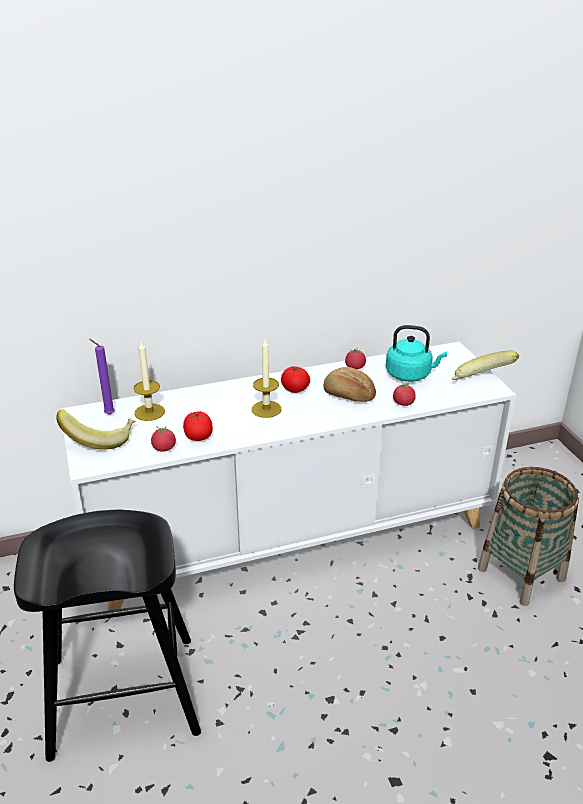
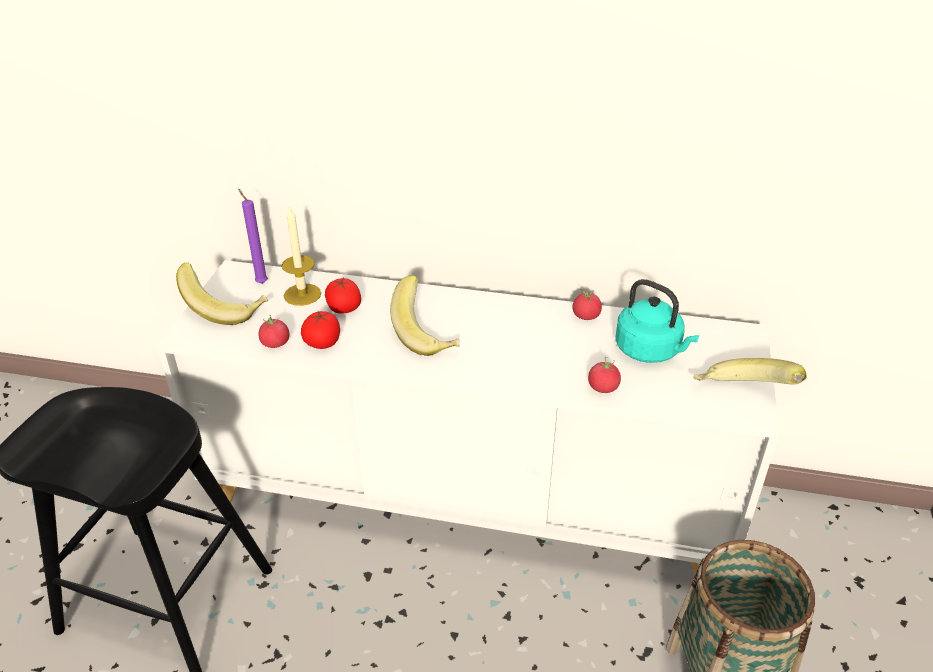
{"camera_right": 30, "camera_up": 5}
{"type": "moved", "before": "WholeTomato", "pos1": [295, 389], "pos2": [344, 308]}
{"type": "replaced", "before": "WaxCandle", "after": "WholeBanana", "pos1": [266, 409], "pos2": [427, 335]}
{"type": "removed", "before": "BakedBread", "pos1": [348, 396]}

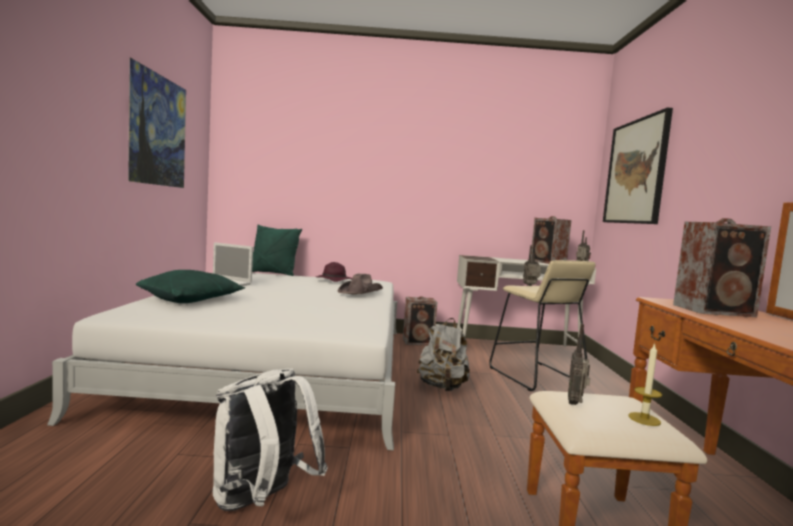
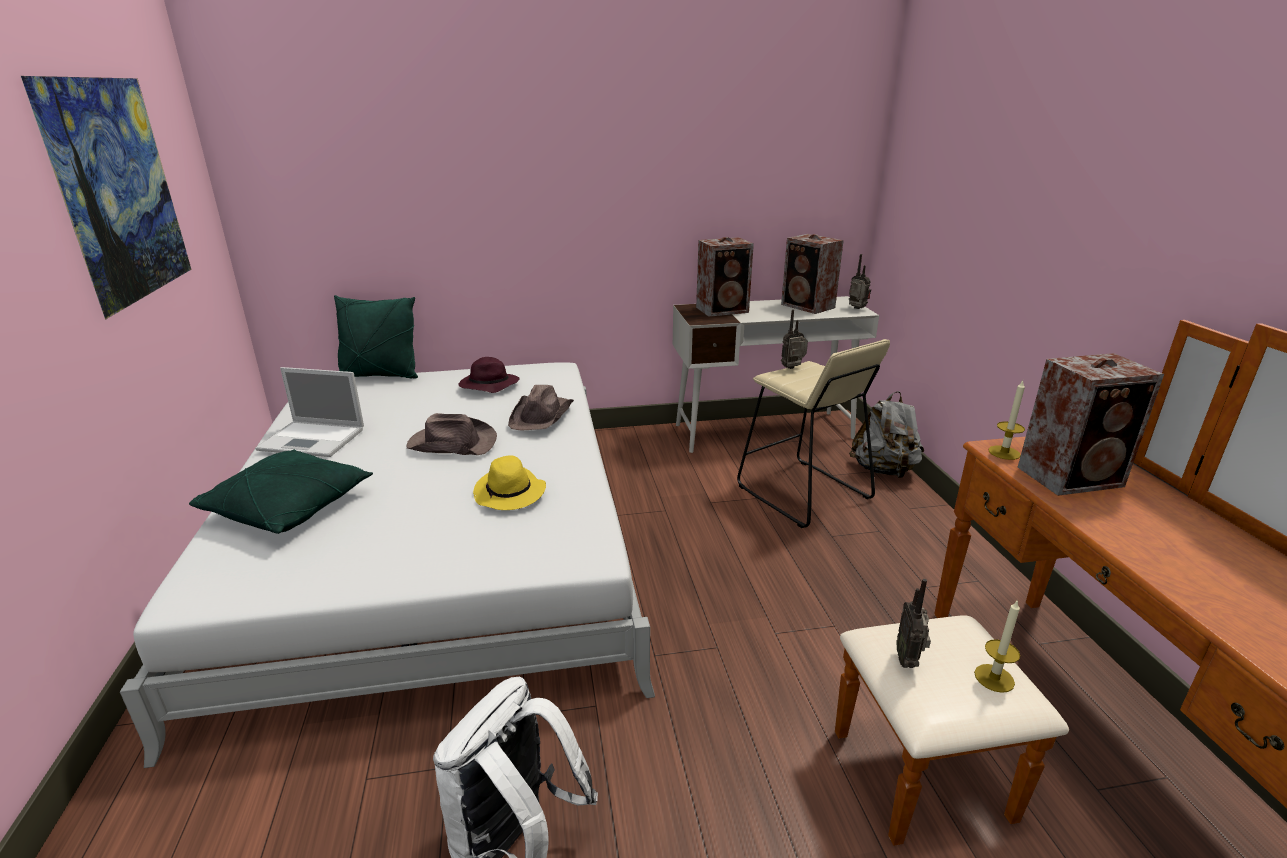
{"camera_right": -10, "camera_up": 20}
{"type": "added", "after": "BrownishWearableHat", "pos2": [451, 443]}
{"type": "added", "after": "YellowWearableHat", "pos2": [510, 494]}
{"type": "moved", "before": "Loudspeaker", "pos1": [419, 342], "pos2": [724, 310]}
{"type": "moved", "before": "GrayBackpack", "pos1": [442, 387], "pos2": [884, 470]}
{"type": "added", "after": "WaxCandle", "pos2": [1004, 452]}
{"type": "removed", "before": "WallPicture", "pos1": [636, 172]}

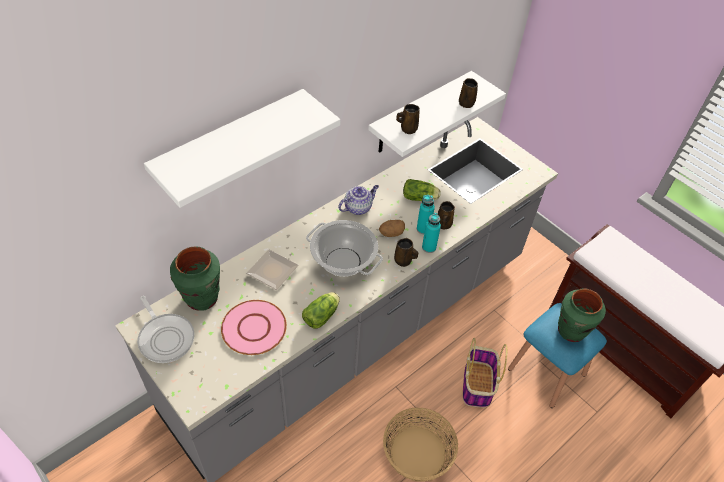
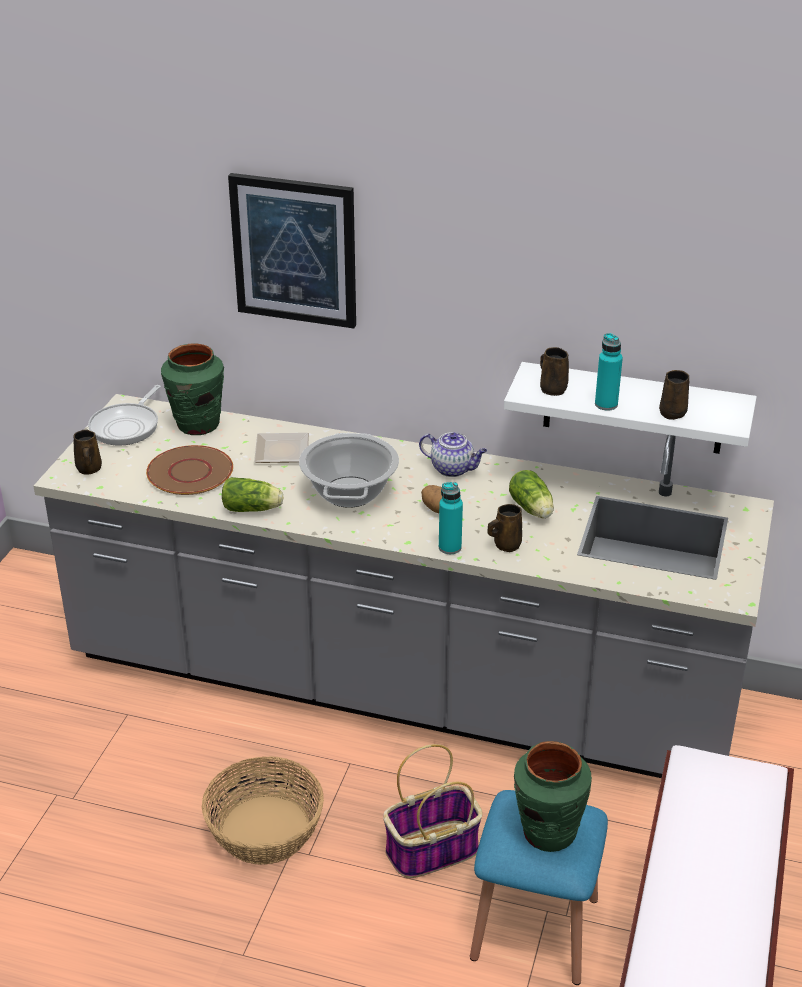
{"camera_right": 60, "camera_up": -15}
{"type": "moved", "before": "BrownishCoffeeMug", "pos1": [404, 261], "pos2": [89, 469]}
{"type": "recoloured", "before": "PinkColouredDinnerPlate", "after": "BrownishDinnerPlate", "pos1": [254, 328], "pos2": [189, 472]}
{"type": "replaced", "before": "WhitishShelf", "after": "WallPicture", "pos1": [231, 144], "pos2": [294, 250]}
{"type": "moved", "before": "TurquoiseColouredBottle", "pos1": [423, 229], "pos2": [606, 404]}

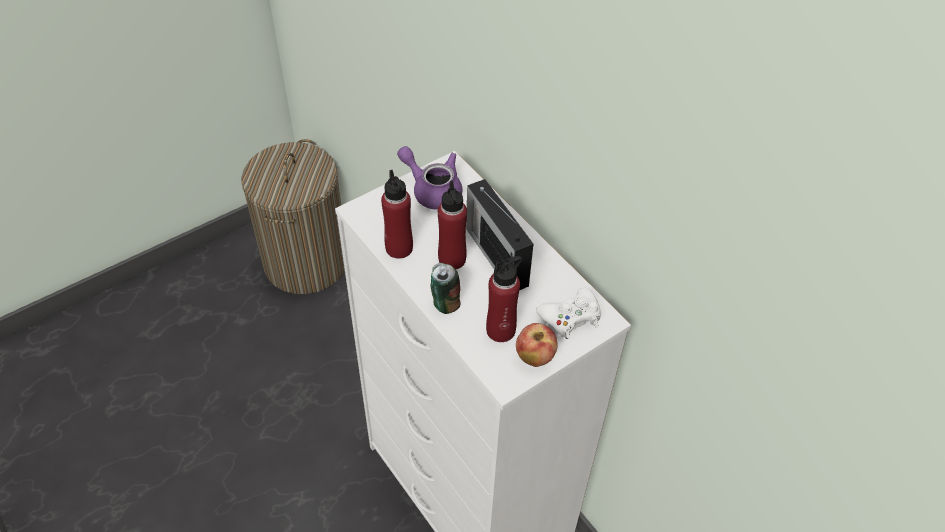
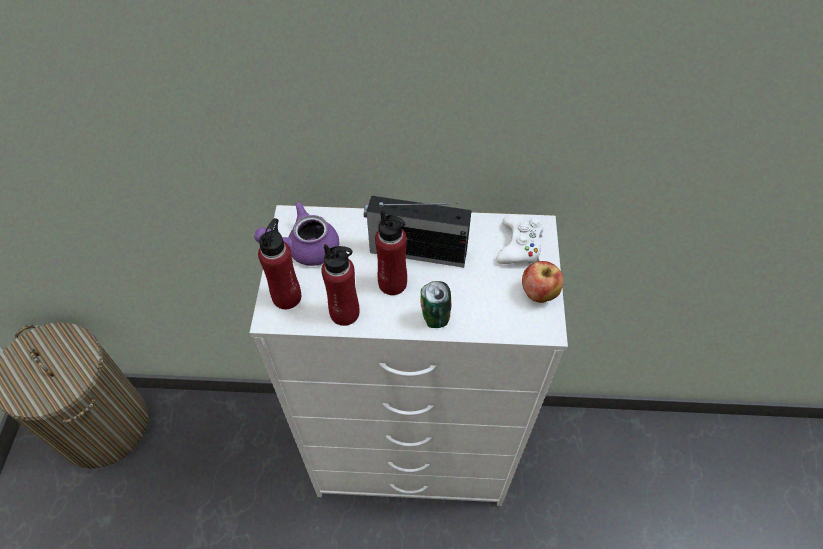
{"camera_right": -50, "camera_up": 5}
{"type": "moved", "before": "ReddishBottle", "pos1": [501, 330], "pos2": [287, 297]}

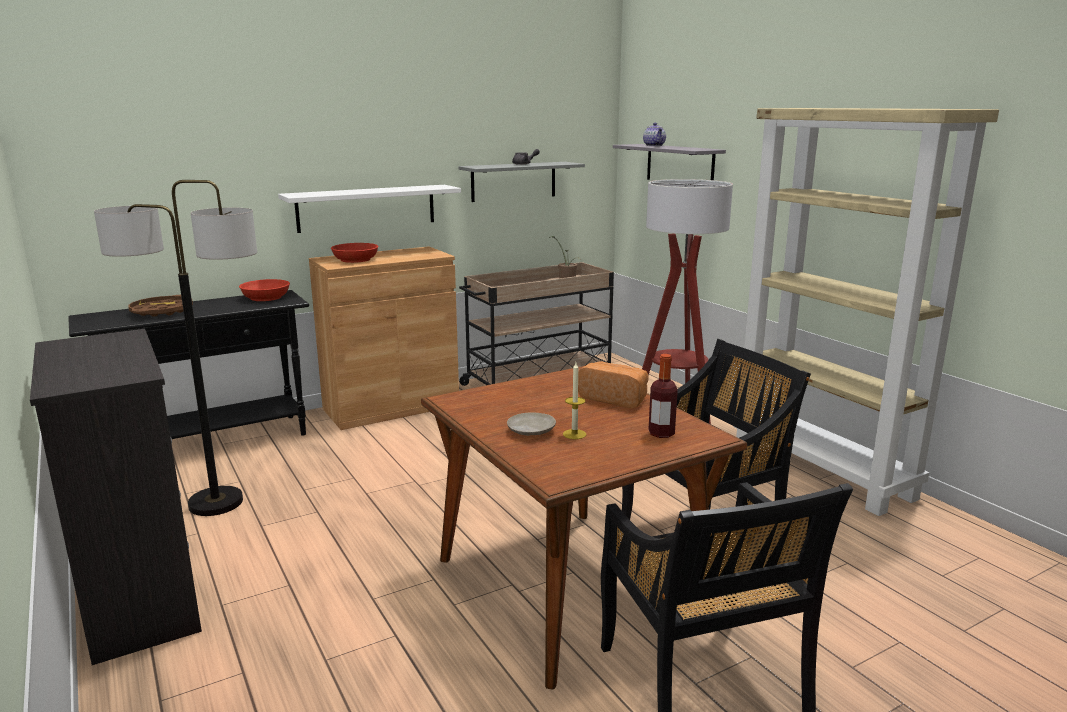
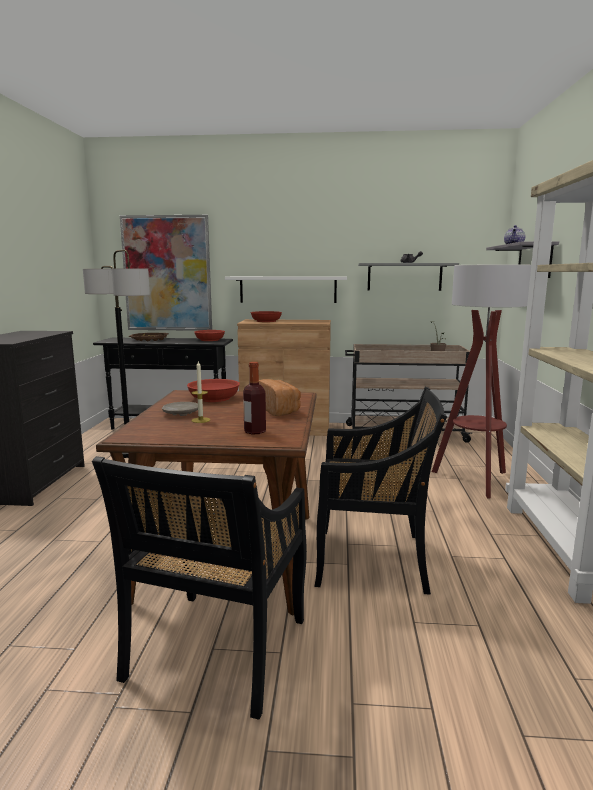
{"camera_right": 35, "camera_up": -5}
{"type": "added", "after": "WallPicture", "pos2": [167, 274]}
{"type": "added", "after": "ReddishServingBowl", "pos2": [213, 398]}

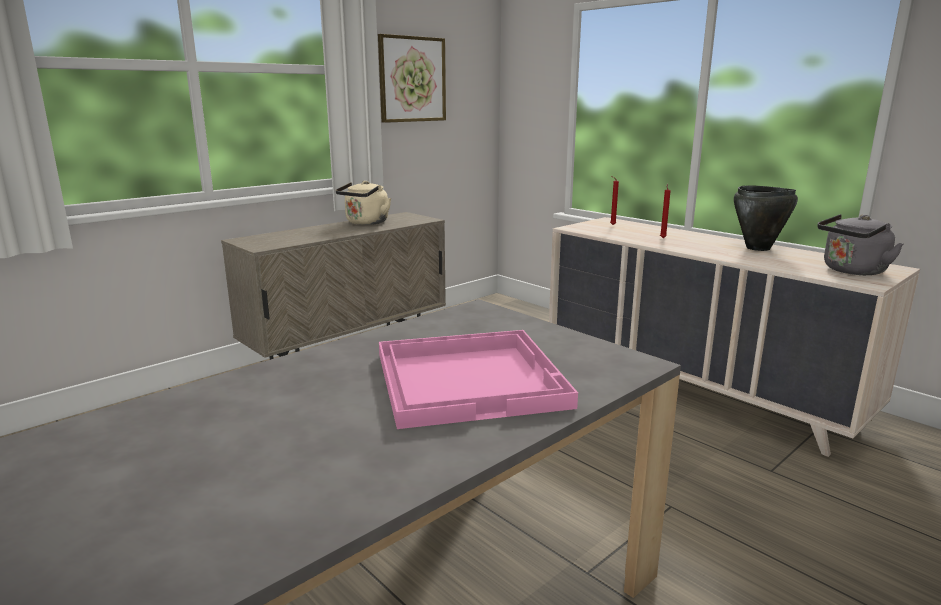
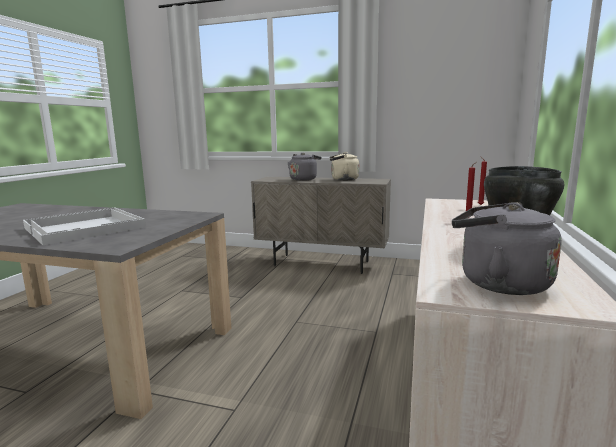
{"camera_right": 60, "camera_up": -5}
{"type": "recoloured", "before": "PinkColouredTray", "after": "WhitishTray", "pos1": [470, 378], "pos2": [86, 227]}
{"type": "added", "after": "GrayKettle", "pos2": [304, 179]}
{"type": "removed", "before": "WallPicture", "pos1": [412, 79]}

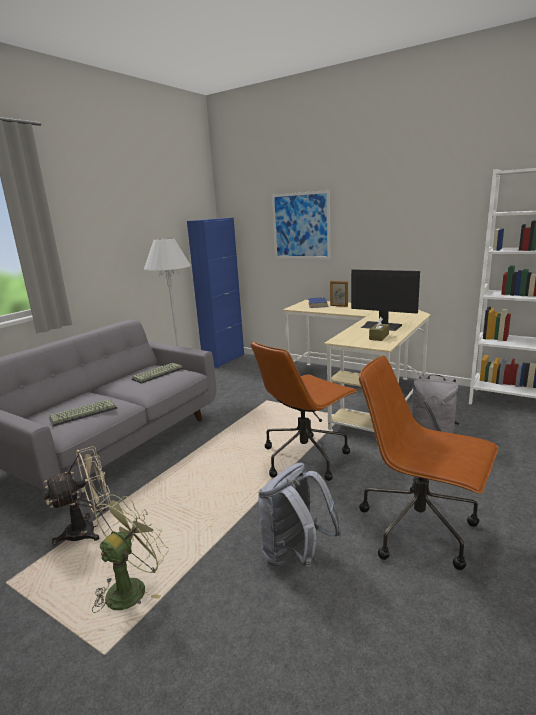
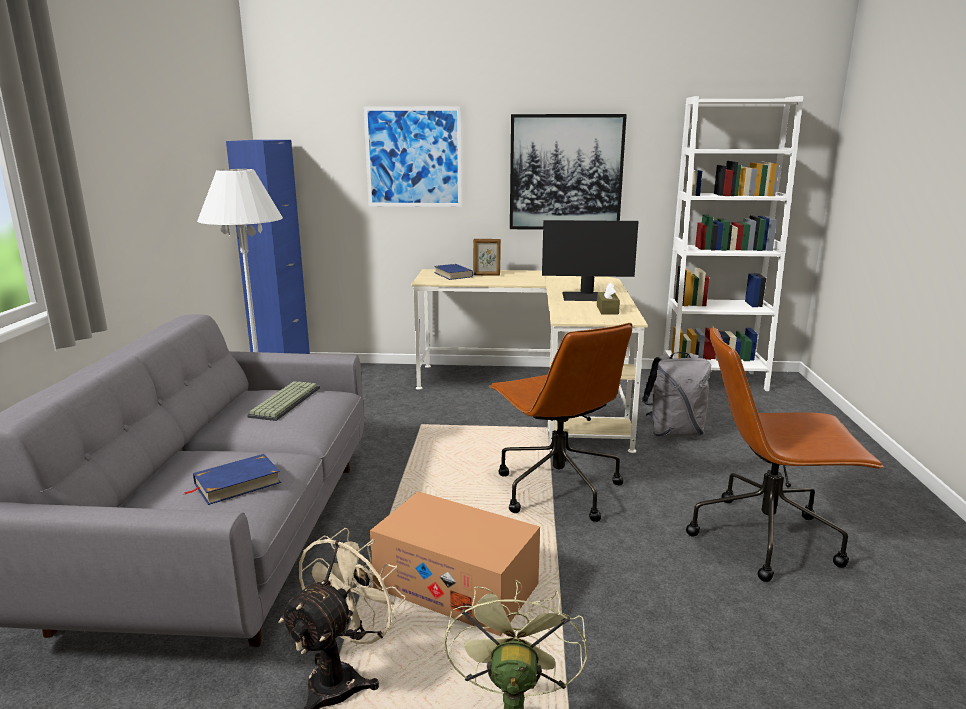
{"camera_right": -30, "camera_up": 0}
{"type": "replaced", "before": "Keyboard", "after": "BlueBoundBook", "pos1": [84, 413], "pos2": [237, 483]}
{"type": "added", "after": "CardboardBox", "pos2": [456, 586]}
{"type": "turned", "before": "BrownishComputerChair", "pos1": [305, 457], "pos2": [556, 488], "turn": -45}
{"type": "added", "after": "WallPicture", "pos2": [566, 173]}
{"type": "removed", "before": "GrayBackpack", "pos1": [295, 555]}

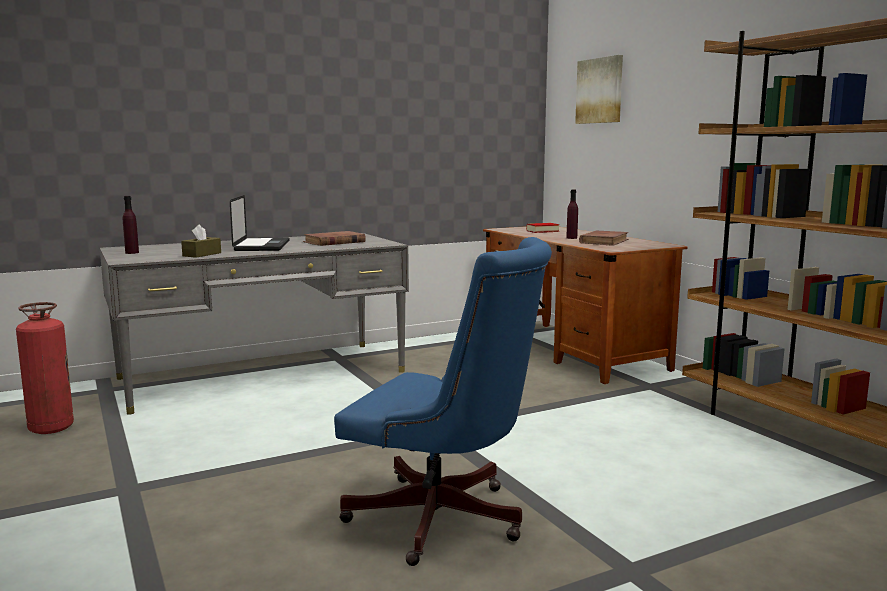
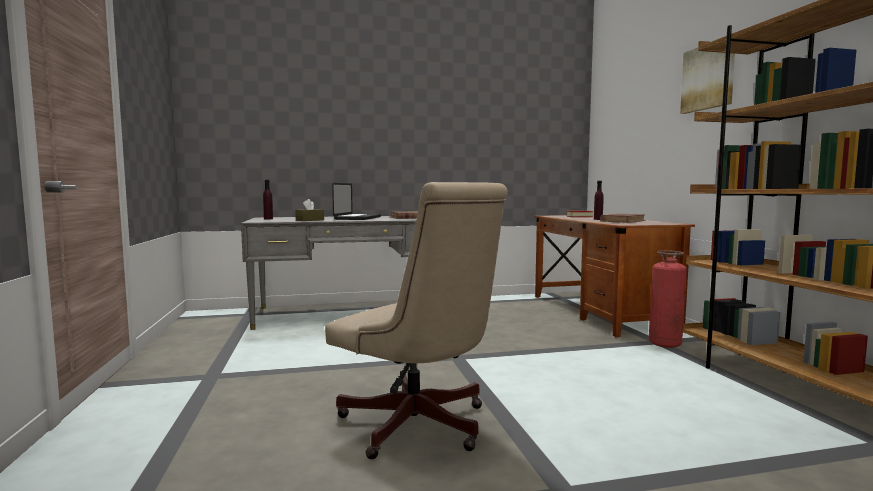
{"camera_right": 15, "camera_up": -5}
{"type": "recoloured", "before": "BlueComputerChair", "after": "BeigeComputerChair", "pos1": [445, 522], "pos2": [421, 427]}
{"type": "moved", "before": "Extinguisher", "pos1": [51, 428], "pos2": [665, 344]}
{"type": "moved", "before": "WallPicture", "pos1": [600, 91], "pos2": [708, 77]}

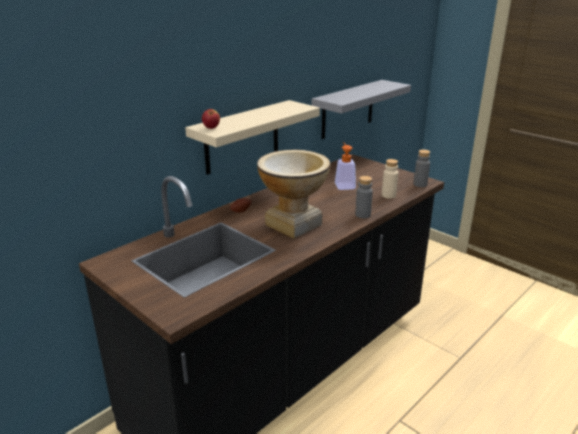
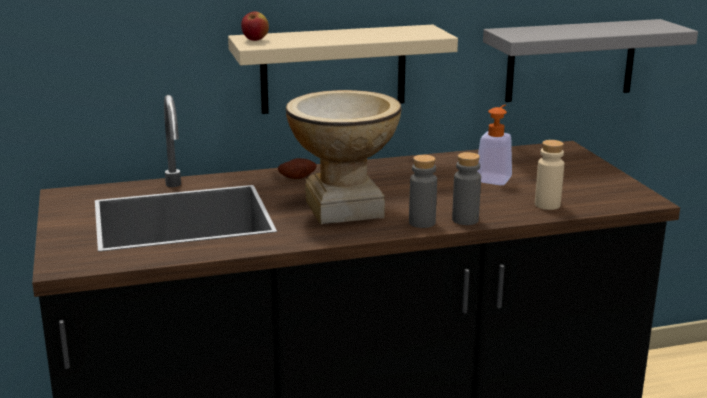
{"camera_right": 30, "camera_up": -5}
{"type": "moved", "before": "GrayBottle", "pos1": [420, 184], "pos2": [422, 223]}

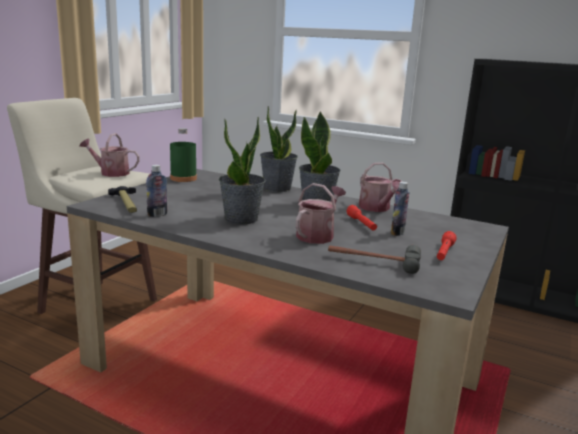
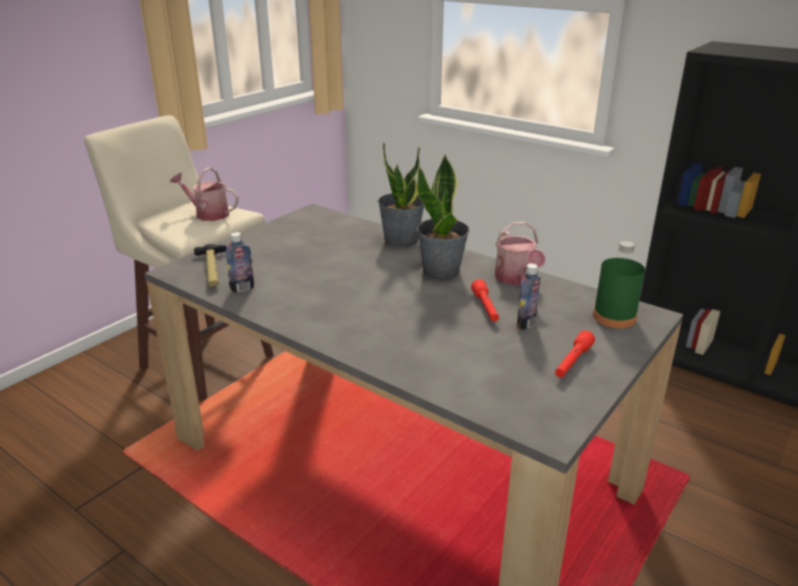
{"camera_right": 10, "camera_up": 10}
{"type": "moved", "before": "GreenishBottle", "pos1": [183, 178], "pos2": [614, 317]}
{"type": "removed", "before": "PlantInAPot", "pos1": [241, 219]}
{"type": "removed", "before": "SprinklingCan", "pos1": [317, 235]}
{"type": "removed", "before": "ToolHammer", "pos1": [373, 261]}

